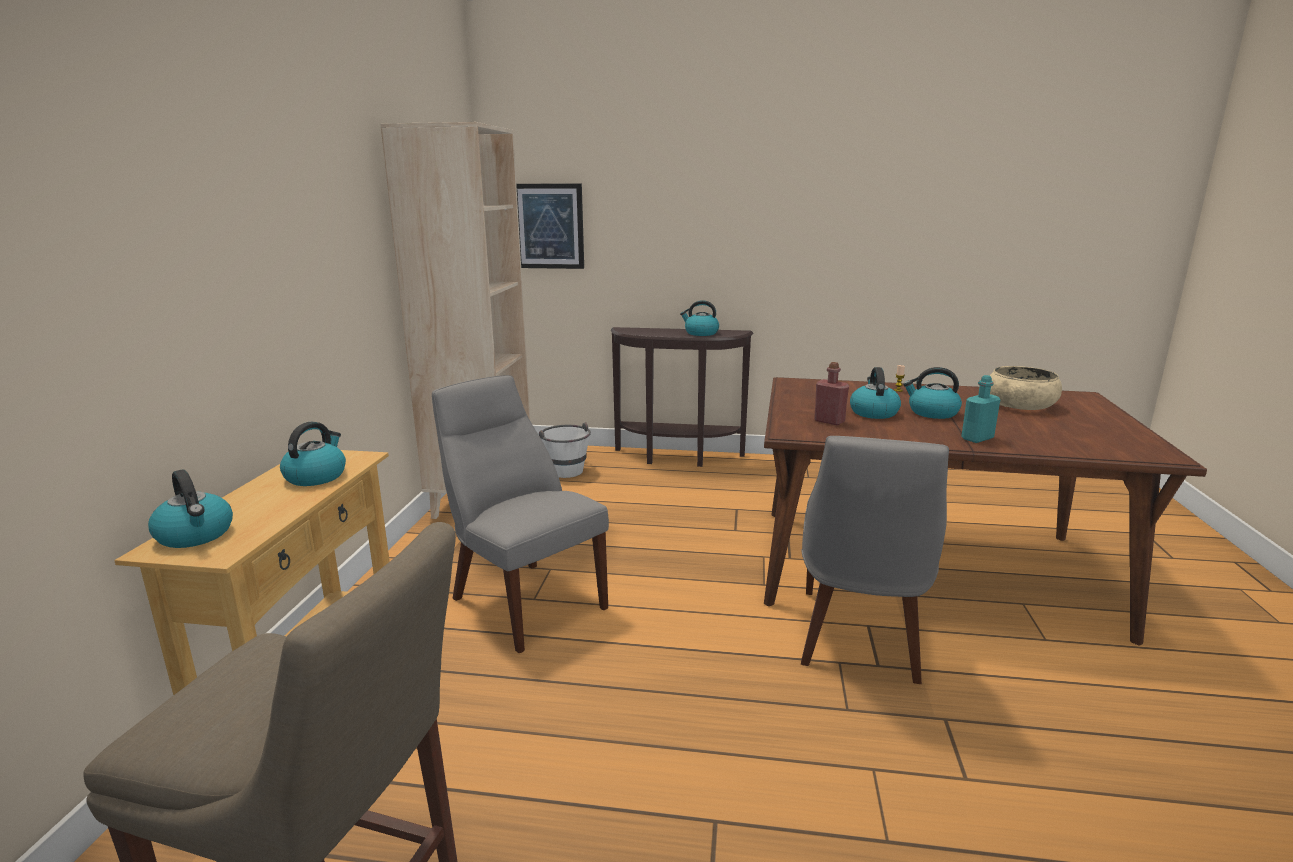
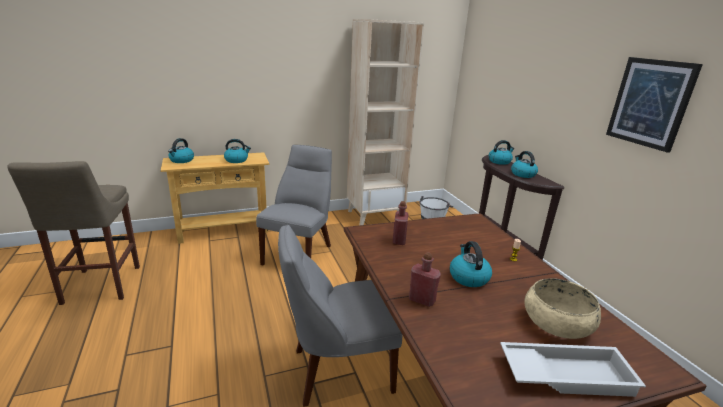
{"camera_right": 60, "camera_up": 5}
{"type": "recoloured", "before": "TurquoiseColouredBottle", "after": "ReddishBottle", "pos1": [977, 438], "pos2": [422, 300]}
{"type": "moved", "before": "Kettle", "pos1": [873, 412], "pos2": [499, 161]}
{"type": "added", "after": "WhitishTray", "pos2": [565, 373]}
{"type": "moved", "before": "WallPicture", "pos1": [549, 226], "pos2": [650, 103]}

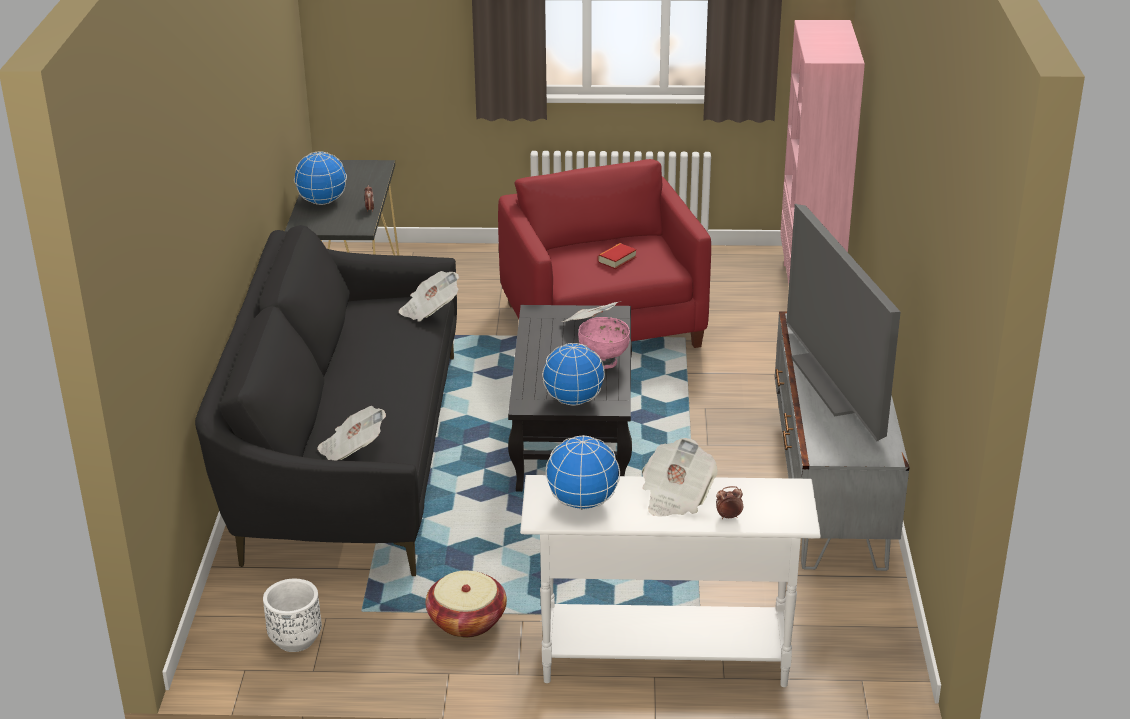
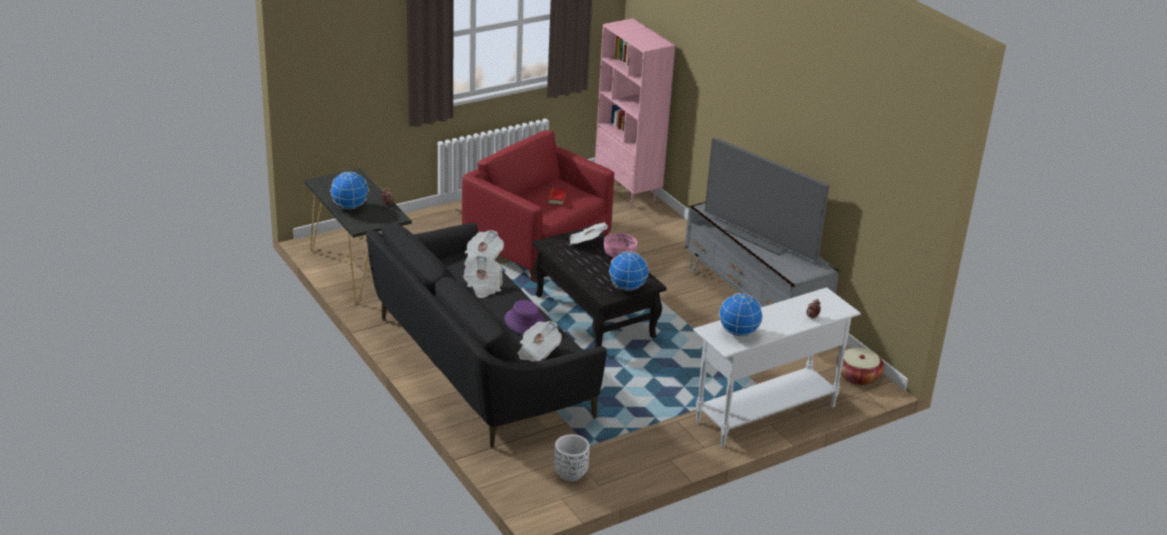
{"camera_right": -35, "camera_up": 0}
{"type": "moved", "before": "Newspaper", "pos1": [676, 496], "pos2": [483, 286]}
{"type": "added", "after": "PurpleColouredWearableHat", "pos2": [525, 323]}
{"type": "moved", "before": "HouseholdBasket", "pos1": [467, 620], "pos2": [858, 376]}

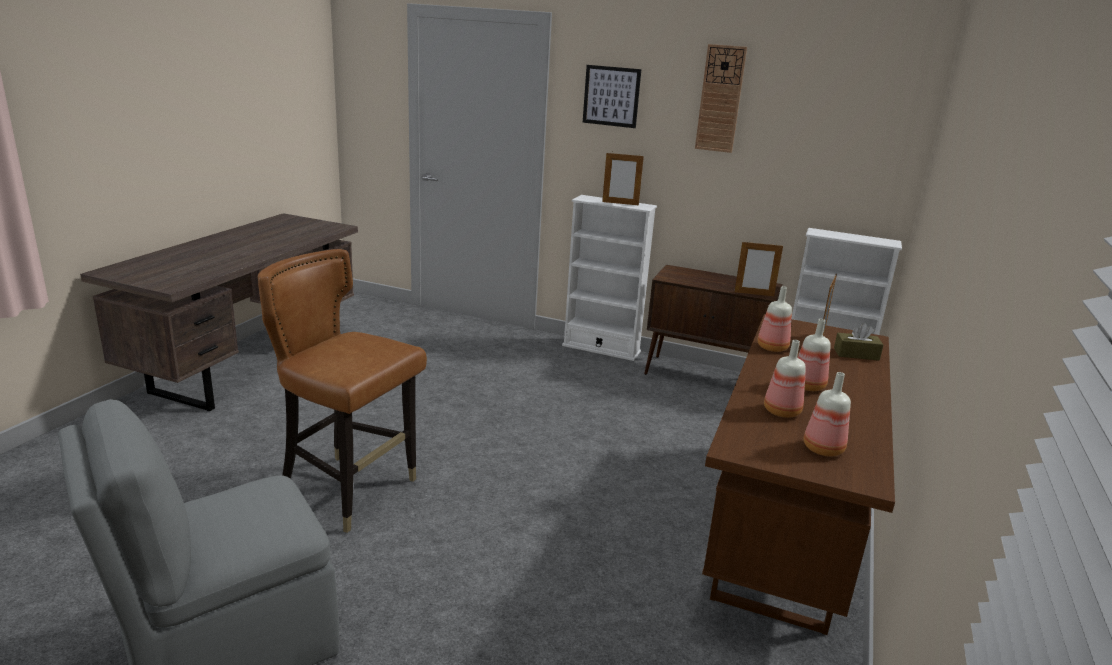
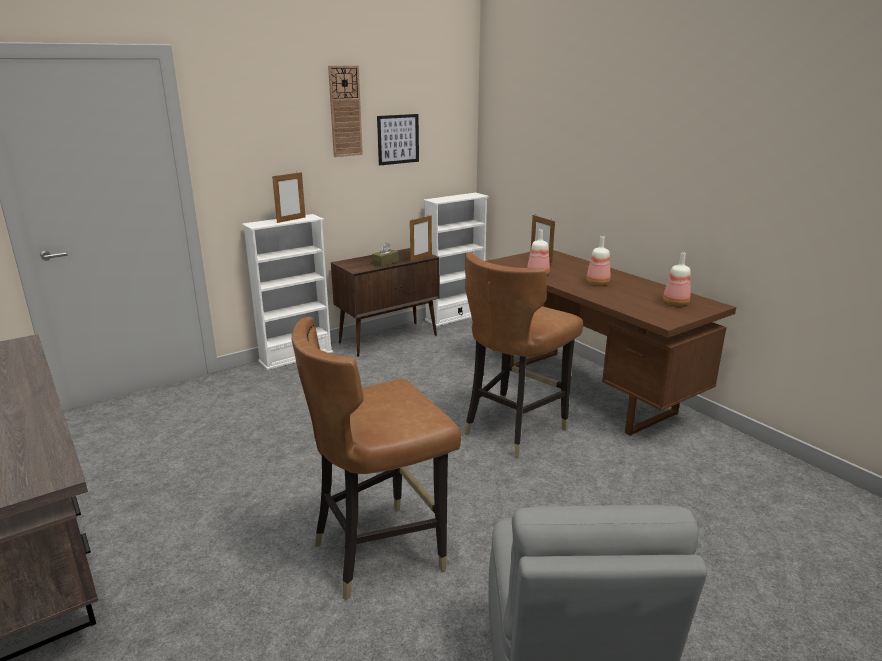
{"camera_right": -55, "camera_up": 0}
{"type": "moved", "before": "BrownishTissueHolder", "pos1": [856, 354], "pos2": [385, 263]}
{"type": "moved", "before": "WallPicture", "pos1": [611, 96], "pos2": [398, 139]}
{"type": "added", "after": "BrownishUprightChair", "pos2": [513, 429]}
{"type": "removed", "before": "Bottle", "pos1": [781, 412]}

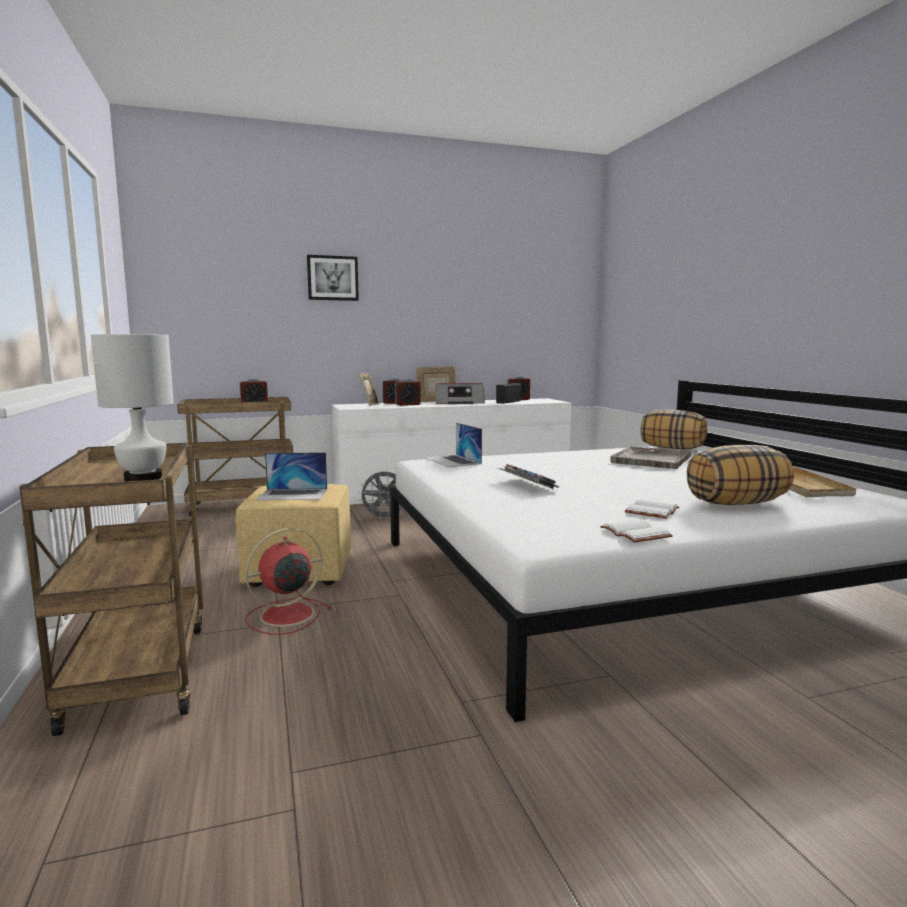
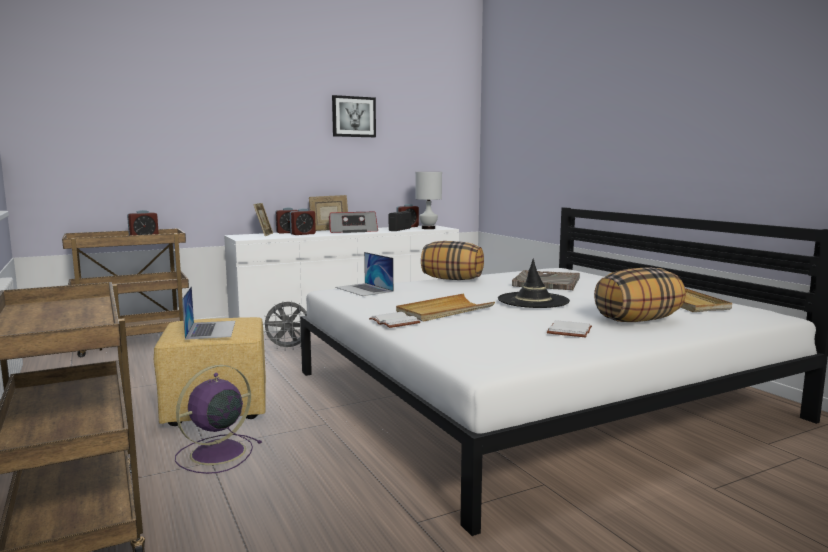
{"camera_right": -10, "camera_up": 0}
{"type": "recoloured", "before": "ReddishElectricFan", "after": "PurpleColouredElectricFan", "pos1": [285, 616], "pos2": [215, 453]}
{"type": "turned", "before": "Laptop", "pos1": [293, 494], "pos2": [211, 329], "turn": -90}
{"type": "moved", "before": "WallPicture", "pos1": [332, 278], "pos2": [353, 116]}
{"type": "moved", "before": "WhitishBoundBook", "pos1": [637, 533], "pos2": [396, 322]}
{"type": "replaced", "before": "Keyboard", "after": "BeigeTray", "pos1": [525, 485], "pos2": [444, 311]}
{"type": "moved", "before": "WhitishTabletopLamp", "pos1": [144, 478], "pos2": [428, 228]}
{"type": "moved", "before": "Cushion", "pos1": [672, 448], "pos2": [452, 279]}
{"type": "added", "after": "BlackWearableHat", "pos2": [533, 300]}

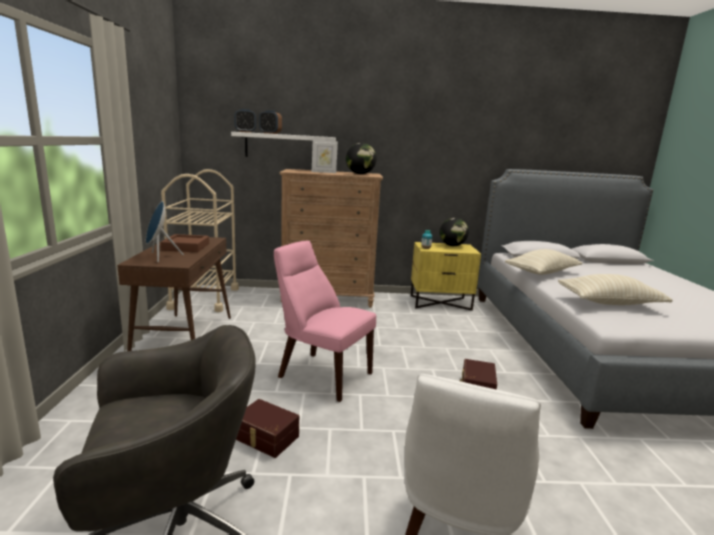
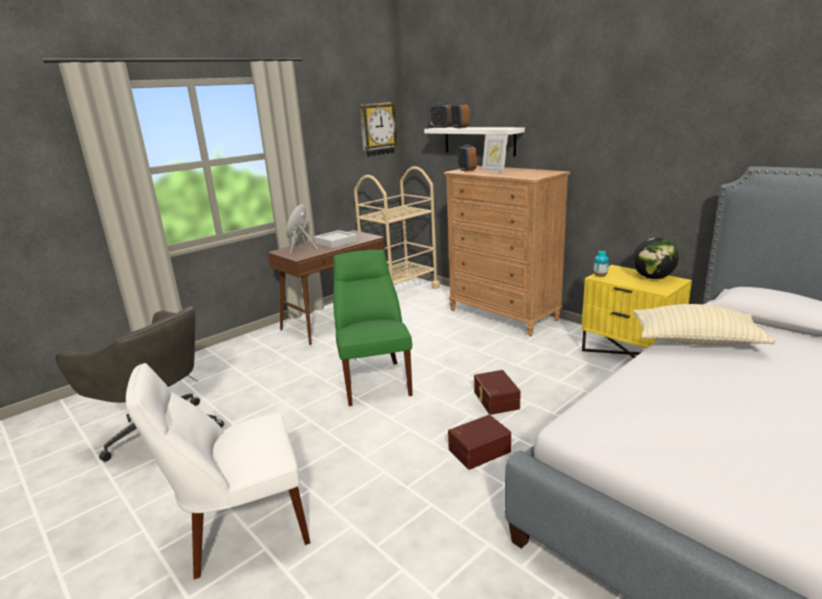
{"camera_right": 50, "camera_up": 5}
{"type": "recoloured", "before": "BrownishTray", "after": "GrayTray", "pos1": [186, 247], "pos2": [336, 242]}
{"type": "recoloured", "before": "PinkColouredUprightChair", "after": "GreenishUprightChair", "pos1": [321, 374], "pos2": [375, 380]}
{"type": "added", "after": "ClockOnTheWall", "pos2": [378, 129]}
{"type": "added", "after": "AlarmClock", "pos2": [467, 170]}
{"type": "moved", "before": "BrownishStorageBin", "pos1": [265, 438], "pos2": [495, 400]}
{"type": "removed", "before": "DeskGlobe", "pos1": [360, 174]}
{"type": "removed", "before": "BeigeCushion", "pos1": [609, 303]}

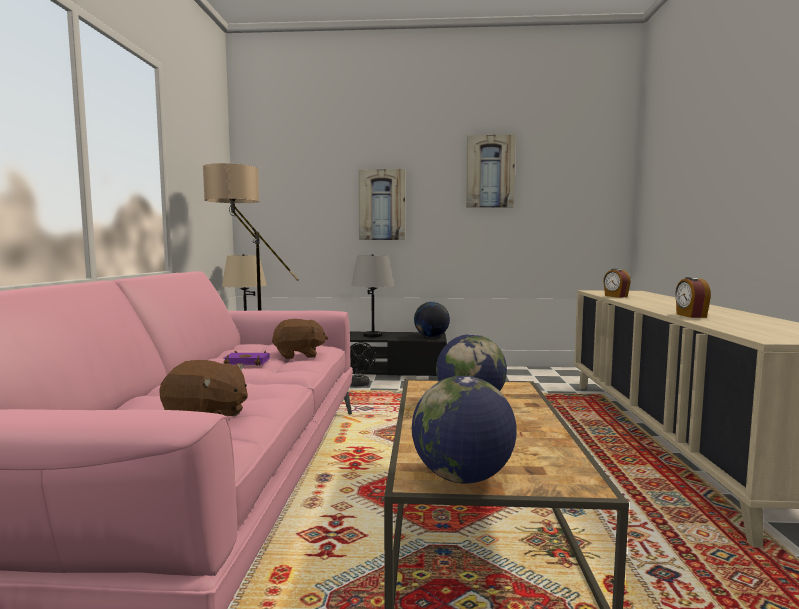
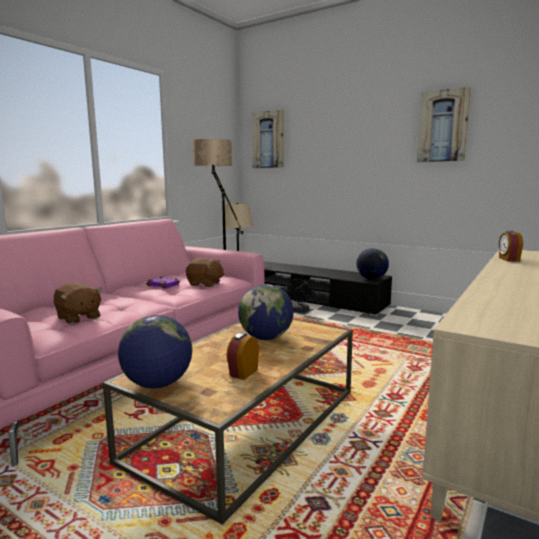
{"camera_right": 30, "camera_up": 5}
{"type": "moved", "before": "AlarmClock", "pos1": [690, 316], "pos2": [243, 373]}
{"type": "moved", "before": "WallPicture", "pos1": [382, 205], "pos2": [268, 140]}
{"type": "removed", "before": "GrayTabletopLamp", "pos1": [373, 335]}

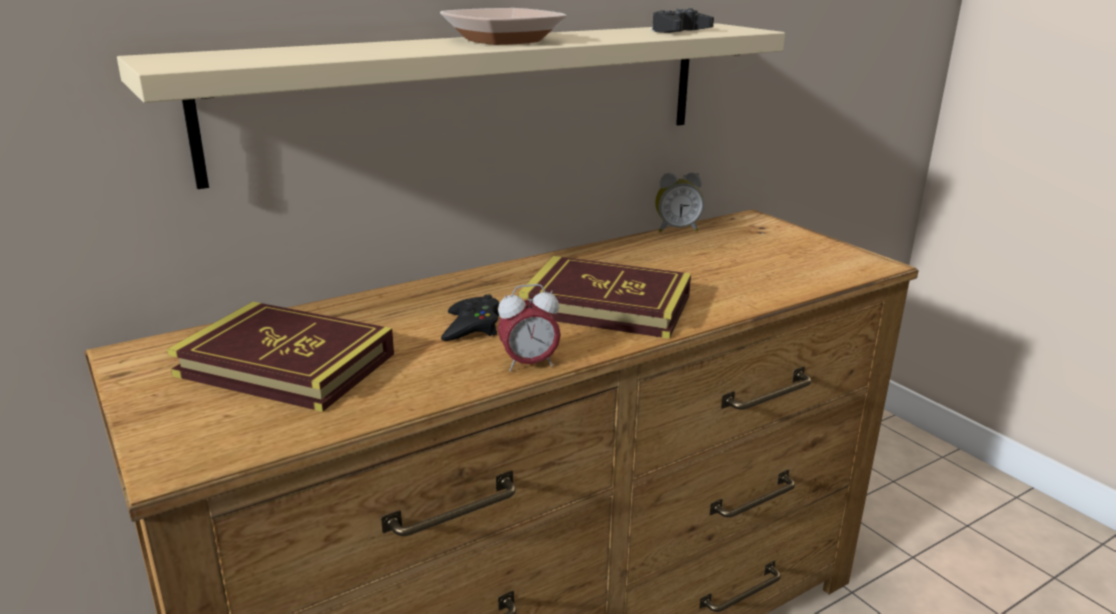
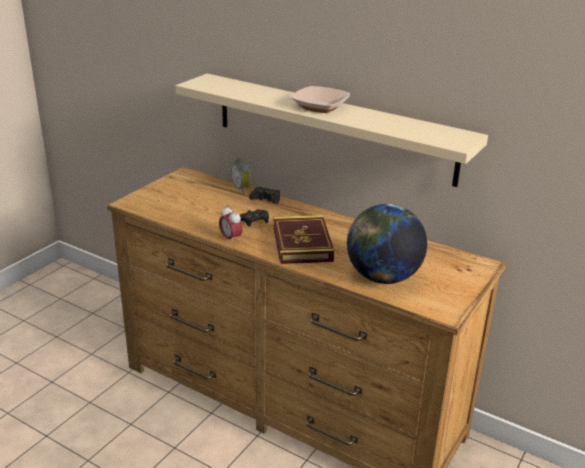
{"camera_right": 65, "camera_up": 5}
{"type": "moved", "before": "AlarmClock", "pos1": [676, 229], "pos2": [242, 189]}
{"type": "moved", "before": "BlackJoypad", "pos1": [680, 31], "pos2": [266, 199]}
{"type": "added", "after": "DeskGlobe", "pos2": [383, 278]}
{"type": "removed", "before": "BoundBook", "pos1": [286, 365]}

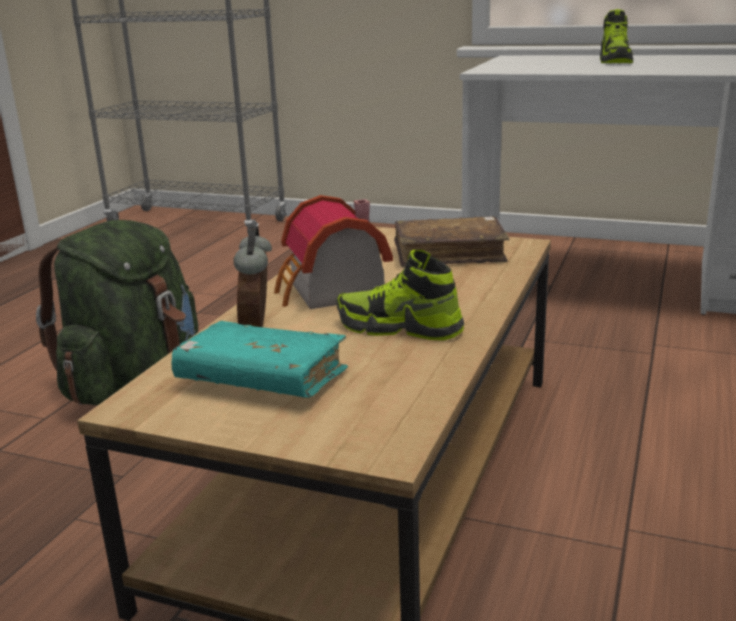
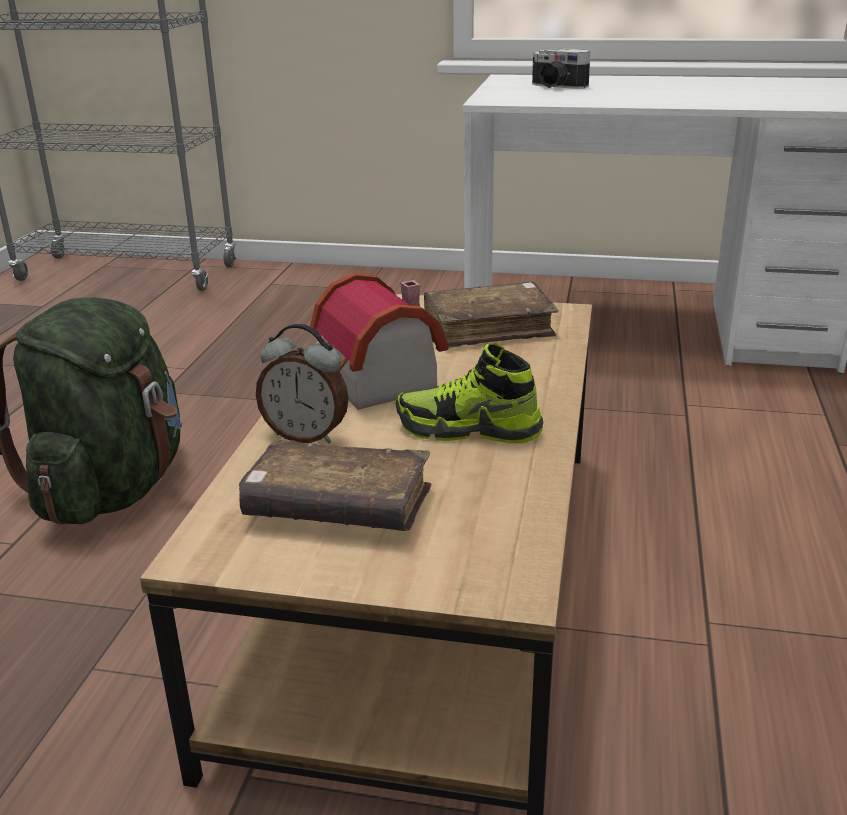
{"camera_right": -10, "camera_up": 5}
{"type": "recoloured", "before": "TurquoiseColouredBoundBook", "after": "BrownishBoundBook", "pos1": [262, 379], "pos2": [338, 507]}
{"type": "turned", "before": "AlarmClock", "pos1": [259, 326], "pos2": [306, 435], "turn": -60}
{"type": "added", "after": "PhotoCamera", "pos2": [556, 87]}
{"type": "removed", "before": "ItemOfFootwear", "pos1": [615, 61]}

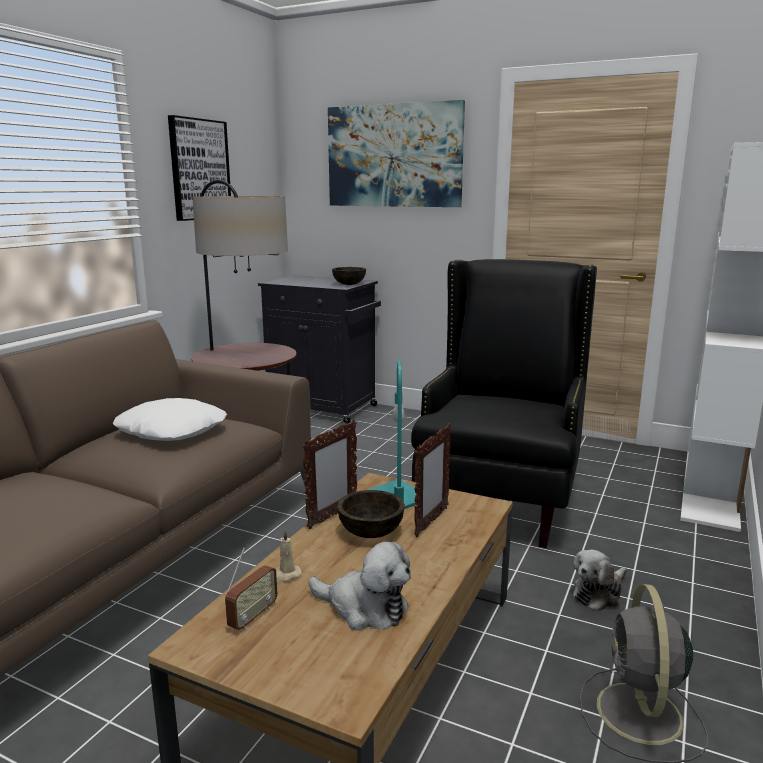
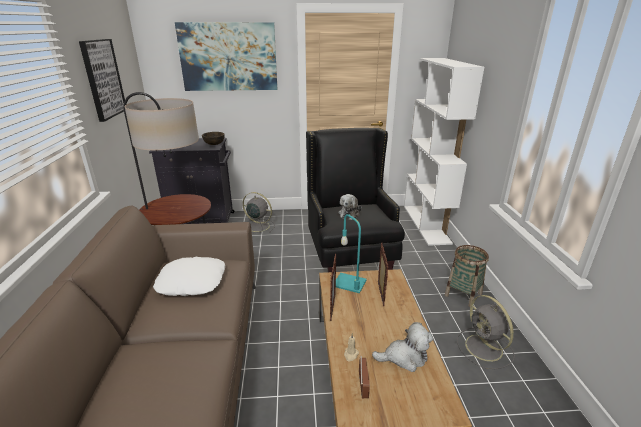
{"camera_right": -30, "camera_up": 10}
{"type": "added", "after": "GrayElectricFan", "pos2": [257, 226]}
{"type": "moved", "before": "PlushToy", "pos1": [599, 593], "pos2": [350, 214]}
{"type": "added", "after": "HouseholdBasket", "pos2": [463, 294]}
{"type": "removed", "before": "BrownishServingBowl", "pos1": [370, 532]}

